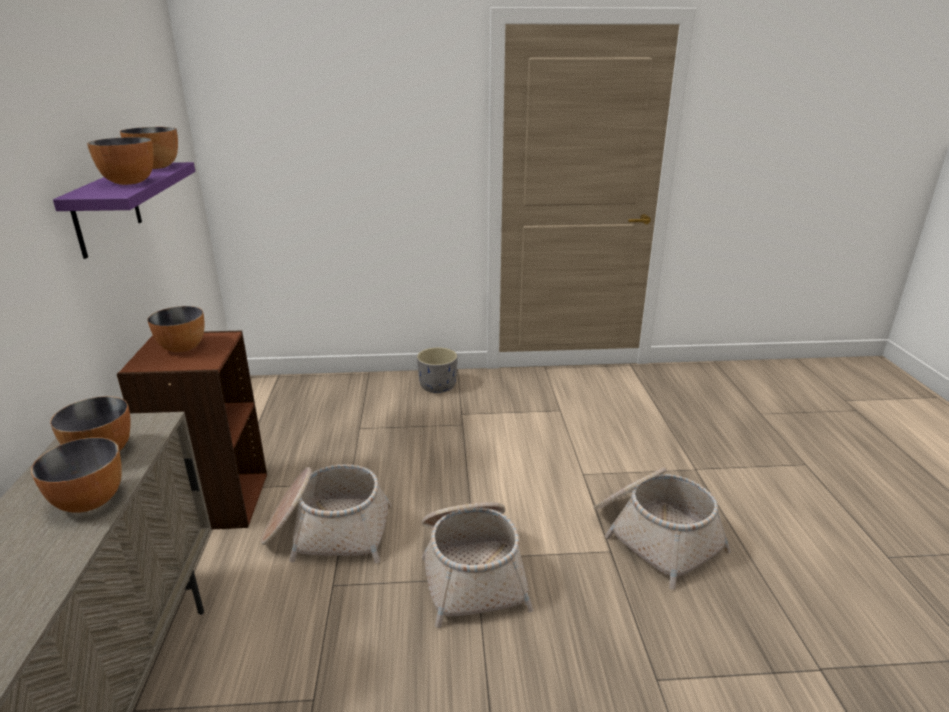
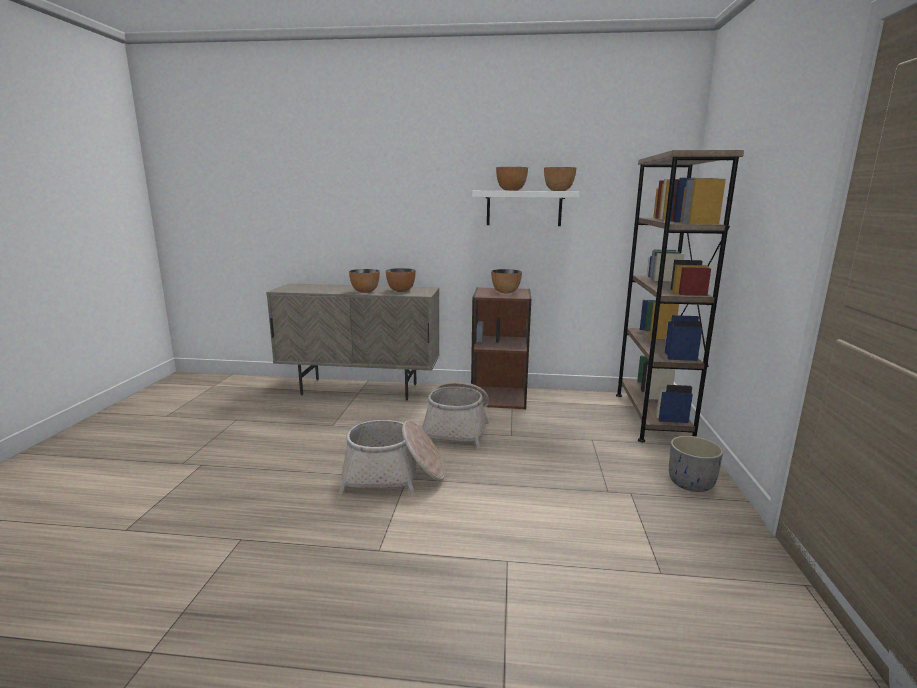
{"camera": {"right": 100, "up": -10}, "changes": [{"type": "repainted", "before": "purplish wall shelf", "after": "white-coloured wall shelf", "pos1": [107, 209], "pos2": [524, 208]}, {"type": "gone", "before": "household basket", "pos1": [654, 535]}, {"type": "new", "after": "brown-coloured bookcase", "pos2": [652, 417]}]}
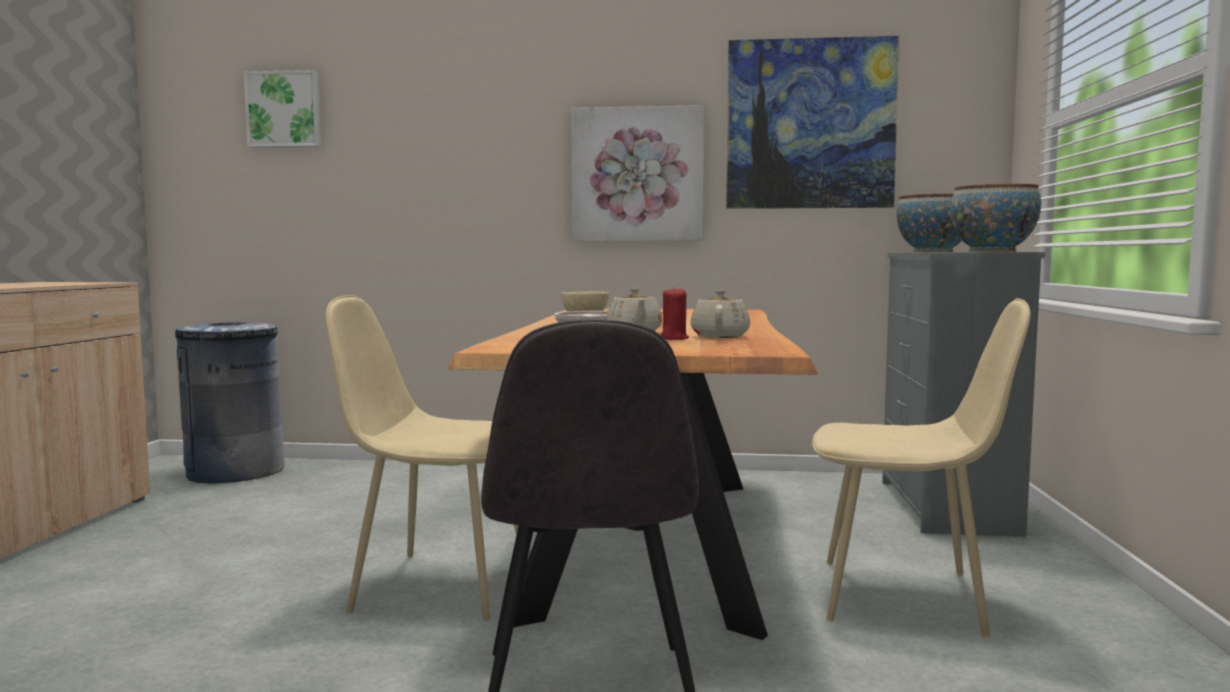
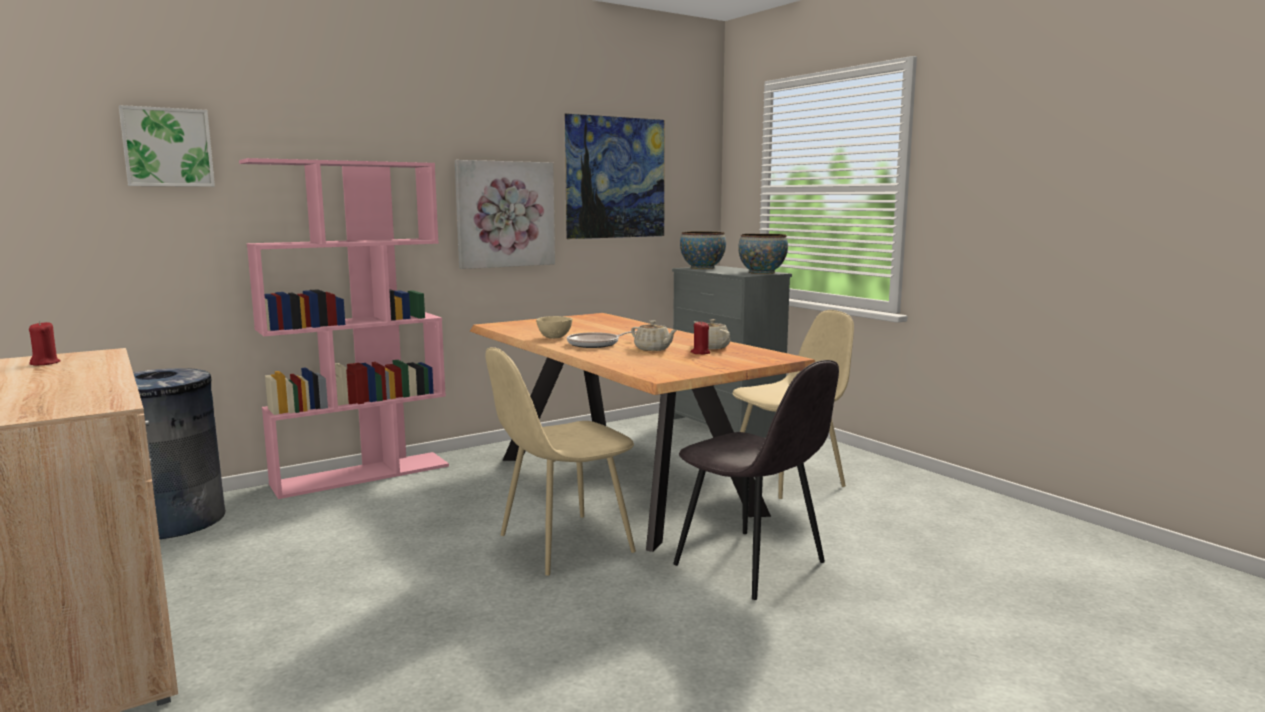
{"camera": {"right": -40, "up": 5}, "changes": [{"type": "new", "after": "reddish wax light", "pos2": [45, 363]}, {"type": "new", "after": "pink bookcase", "pos2": [362, 474]}]}
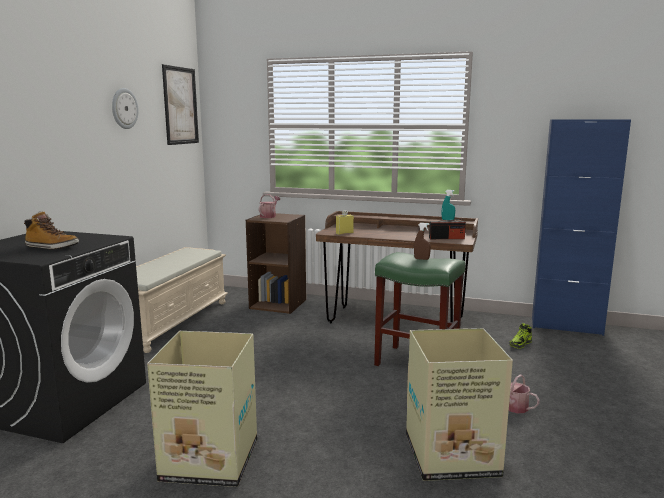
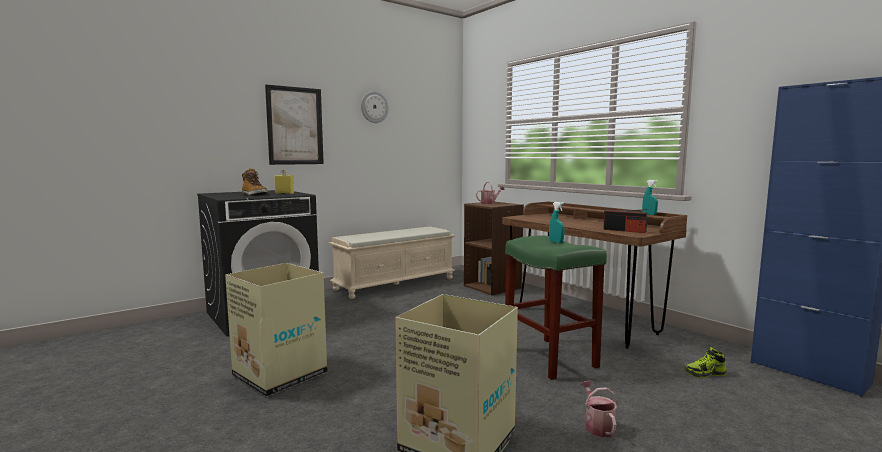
{"camera": {"right": 35, "up": -5}, "changes": [{"type": "shifted", "before": "wall art", "pos1": [180, 106], "pos2": [295, 126]}, {"type": "shifted", "before": "yellow-coloured bottle", "pos1": [344, 233], "pos2": [284, 193]}, {"type": "repainted", "before": "brown-coloured hand sprayer", "after": "turquoise-coloured hand sprayer", "pos1": [421, 259], "pos2": [556, 242]}]}
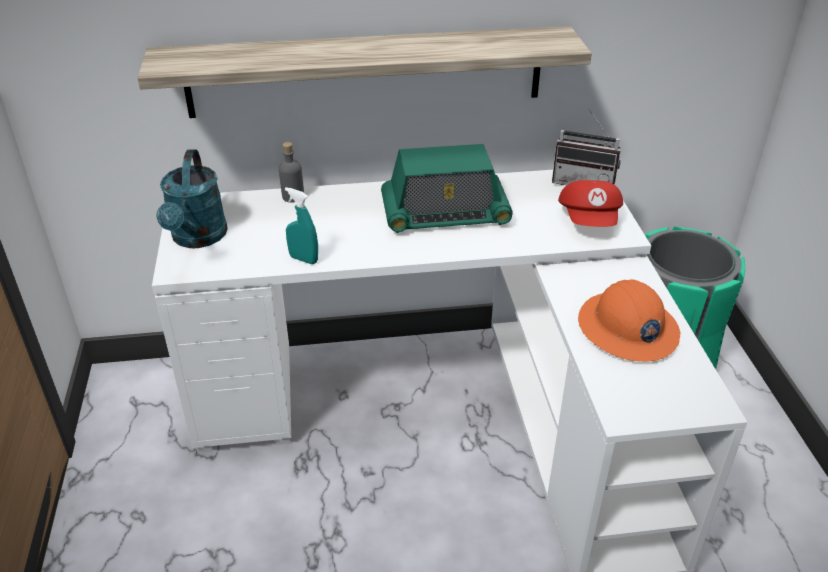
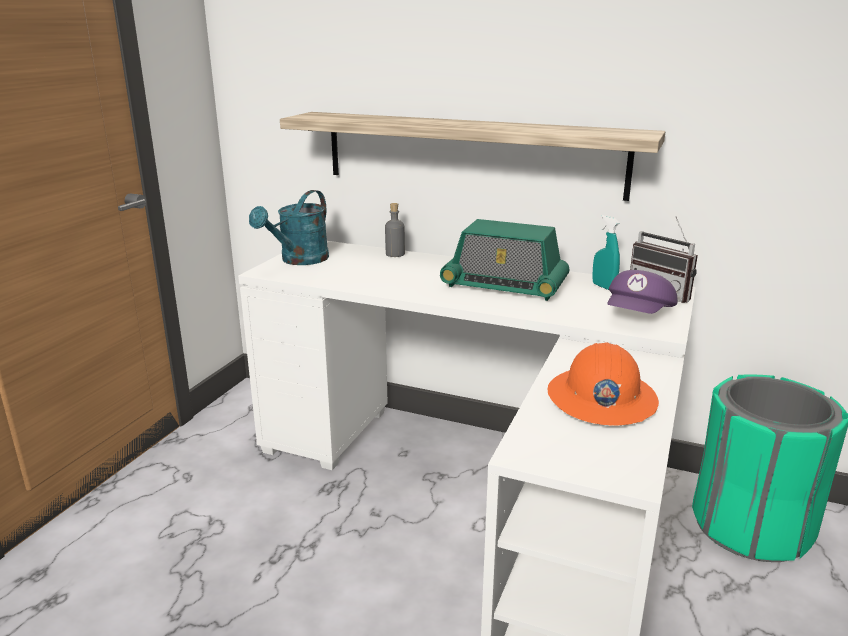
{"camera": {"right": 30, "up": -15}, "changes": [{"type": "shifted", "before": "turquoise-coloured hand sprayer", "pos1": [303, 259], "pos2": [603, 287]}, {"type": "repainted", "before": "reddish peaked cap", "after": "purplish peaked cap", "pos1": [590, 220], "pos2": [639, 315]}]}
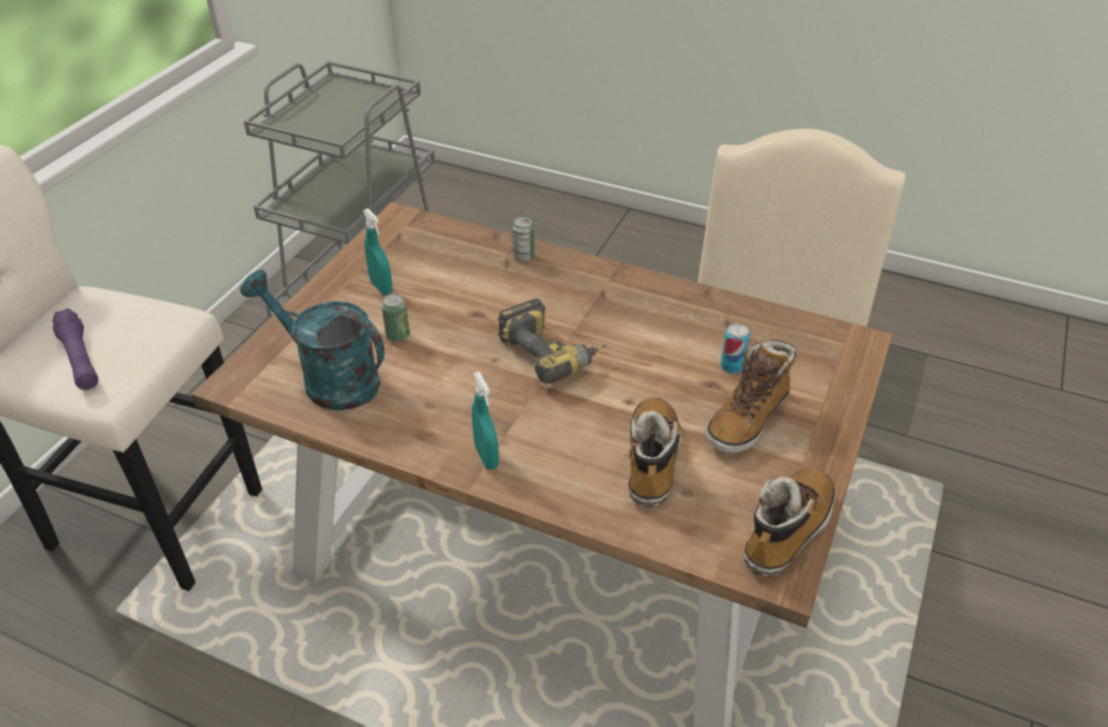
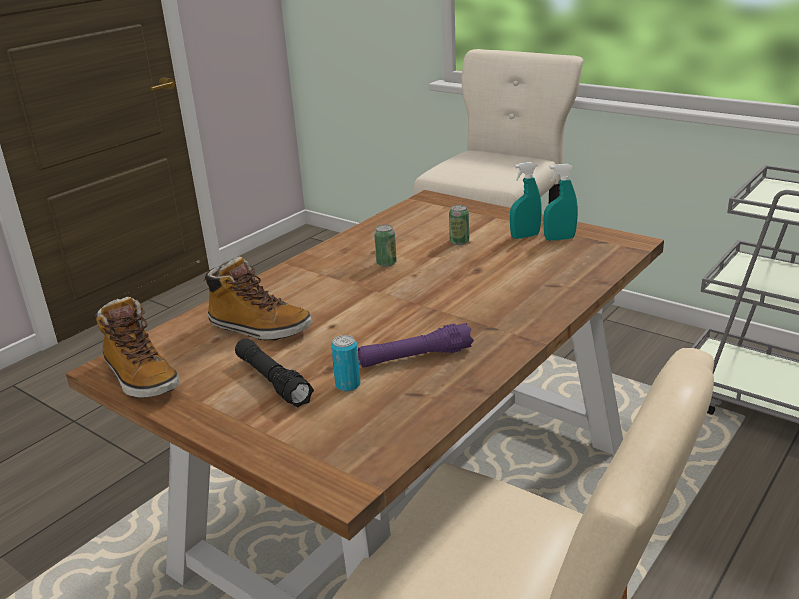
{"camera": {"right": 105, "up": -15}, "changes": [{"type": "shifted", "before": "purplish torch", "pos1": [80, 358], "pos2": [415, 357]}, {"type": "gone", "before": "turquoise-coloured watering pot", "pos1": [329, 379]}, {"type": "shifted", "before": "turquoise-coloured hand sprayer", "pos1": [486, 457], "pos2": [559, 239]}, {"type": "gone", "before": "drill", "pos1": [553, 353]}, {"type": "shifted", "before": "can", "pos1": [523, 256], "pos2": [386, 263]}, {"type": "swapped", "before": "high-top boot", "after": "black-coloured torch", "pos1": [747, 419], "pos2": [272, 381]}]}
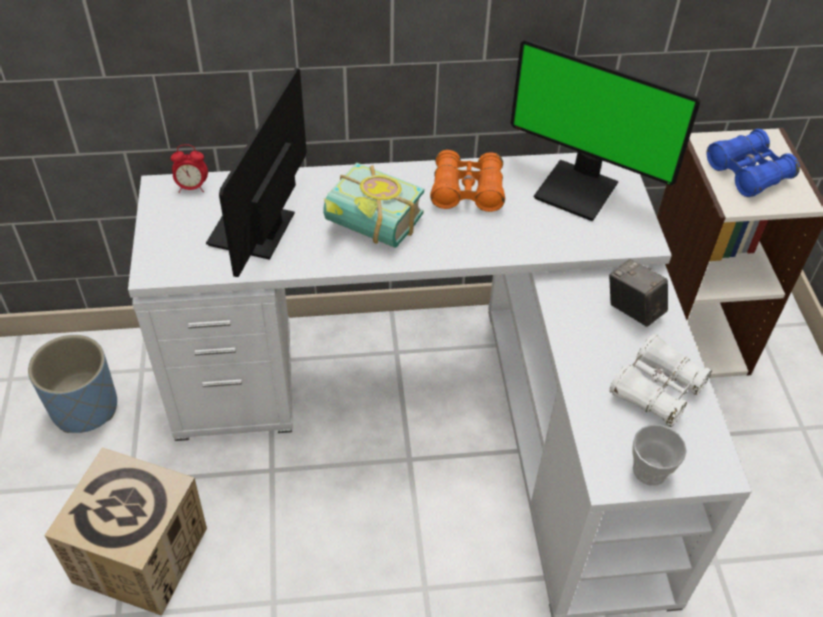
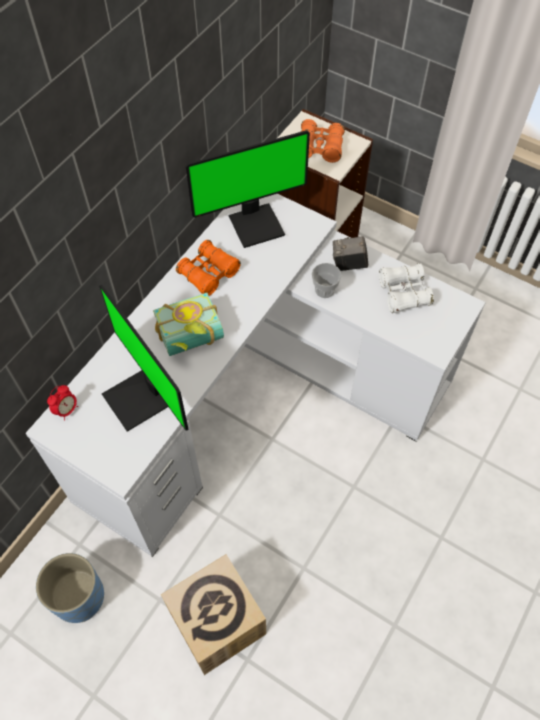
{"camera": {"right": -50, "up": 10}, "changes": [{"type": "shifted", "before": "cup", "pos1": [650, 470], "pos2": [324, 290]}, {"type": "repainted", "before": "bluish field glasses", "after": "orangey field glasses", "pos1": [748, 173], "pos2": [319, 148]}]}
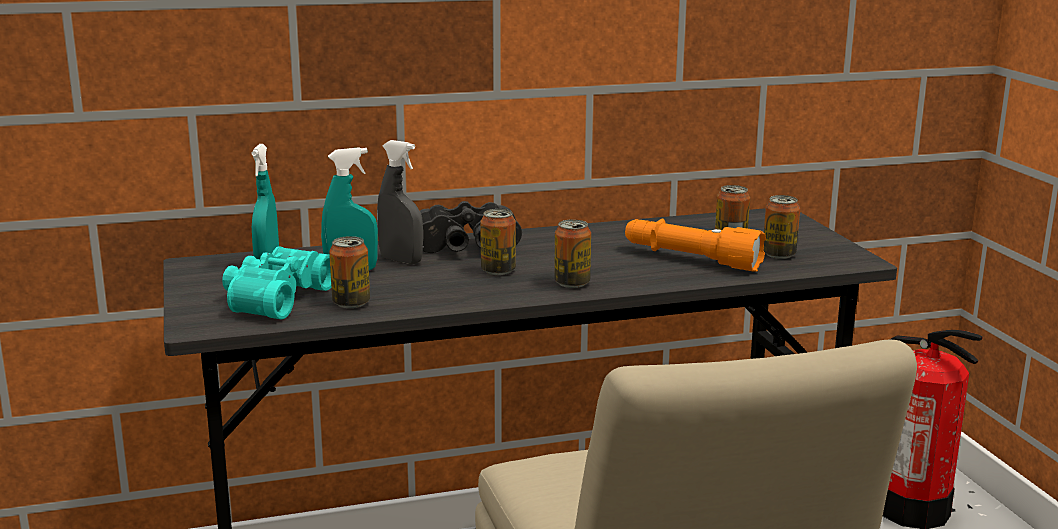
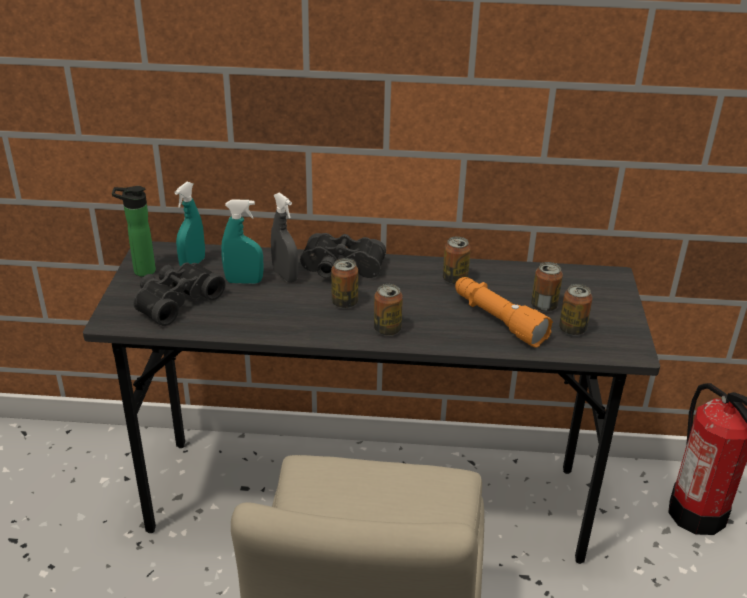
{"camera": {"right": 20, "up": 15}, "changes": [{"type": "repainted", "before": "turquoise-coloured field glasses", "after": "black-coloured field glasses", "pos1": [274, 298], "pos2": [175, 301]}, {"type": "shifted", "before": "can", "pos1": [351, 303], "pos2": [455, 279]}, {"type": "new", "after": "bottle", "pos2": [141, 271]}]}
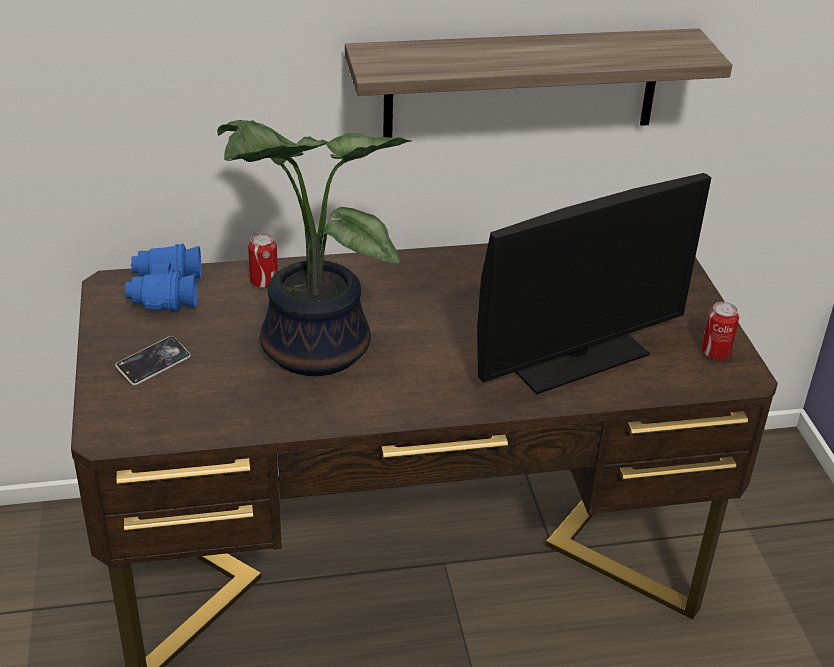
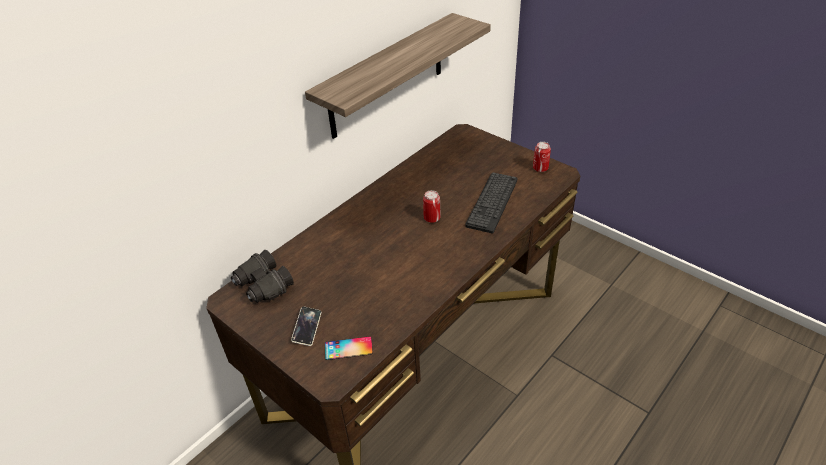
{"camera": {"right": -35, "up": 5}, "changes": [{"type": "repainted", "before": "bluish field glasses", "after": "black-coloured field glasses", "pos1": [165, 292], "pos2": [263, 286]}, {"type": "gone", "before": "plant in a pot", "pos1": [308, 349]}, {"type": "shifted", "before": "can", "pos1": [264, 282], "pos2": [432, 218]}, {"type": "swapped", "before": "computer display", "after": "keyboard", "pos1": [576, 357], "pos2": [492, 202]}, {"type": "new", "after": "handset", "pos2": [348, 348]}]}
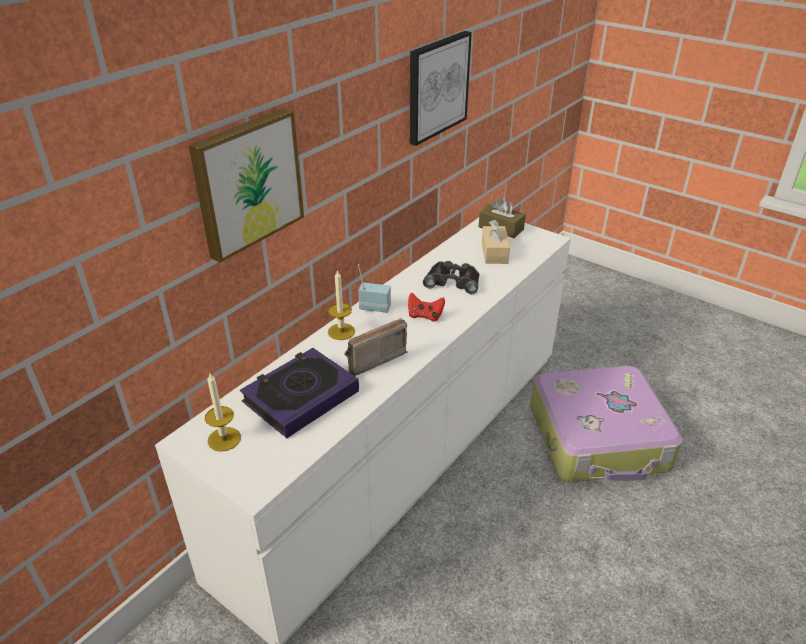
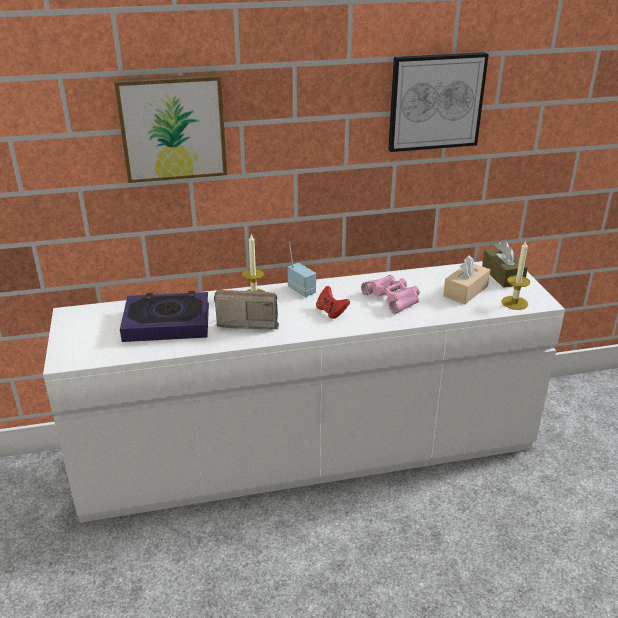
{"camera": {"right": 40, "up": -5}, "changes": [{"type": "shifted", "before": "wax light", "pos1": [224, 439], "pos2": [514, 303]}, {"type": "repainted", "before": "black-coloured field glasses", "after": "pink field glasses", "pos1": [453, 281], "pos2": [393, 297]}, {"type": "gone", "before": "piece of luggage", "pos1": [599, 438]}]}
